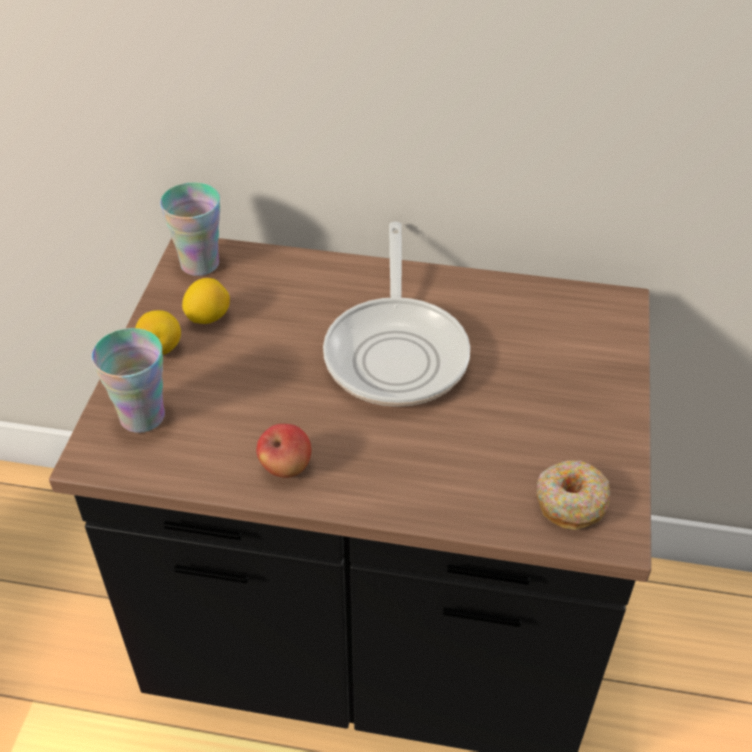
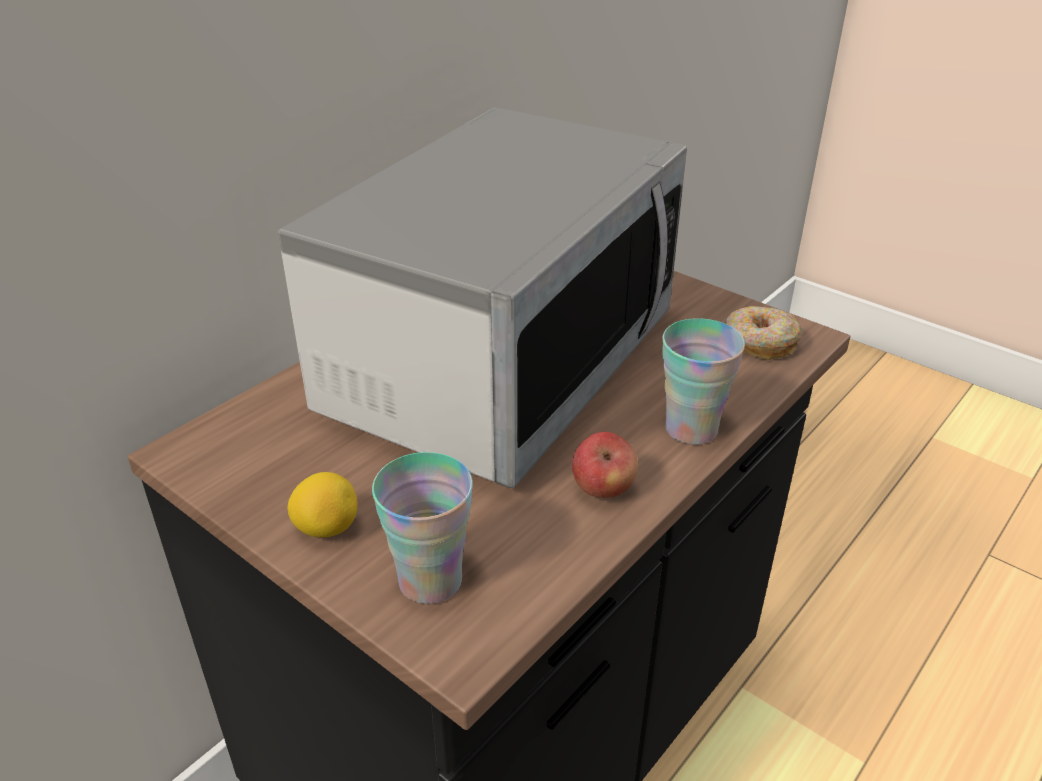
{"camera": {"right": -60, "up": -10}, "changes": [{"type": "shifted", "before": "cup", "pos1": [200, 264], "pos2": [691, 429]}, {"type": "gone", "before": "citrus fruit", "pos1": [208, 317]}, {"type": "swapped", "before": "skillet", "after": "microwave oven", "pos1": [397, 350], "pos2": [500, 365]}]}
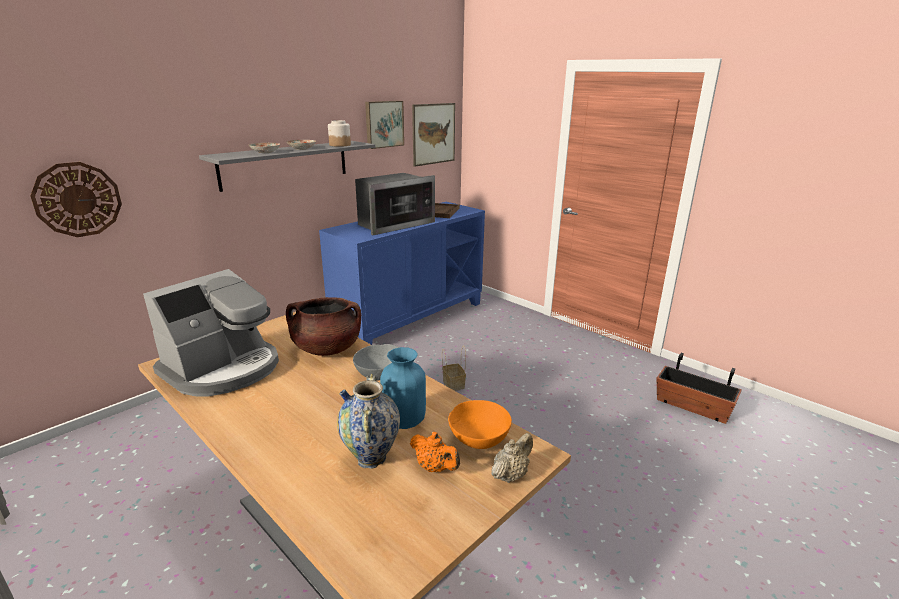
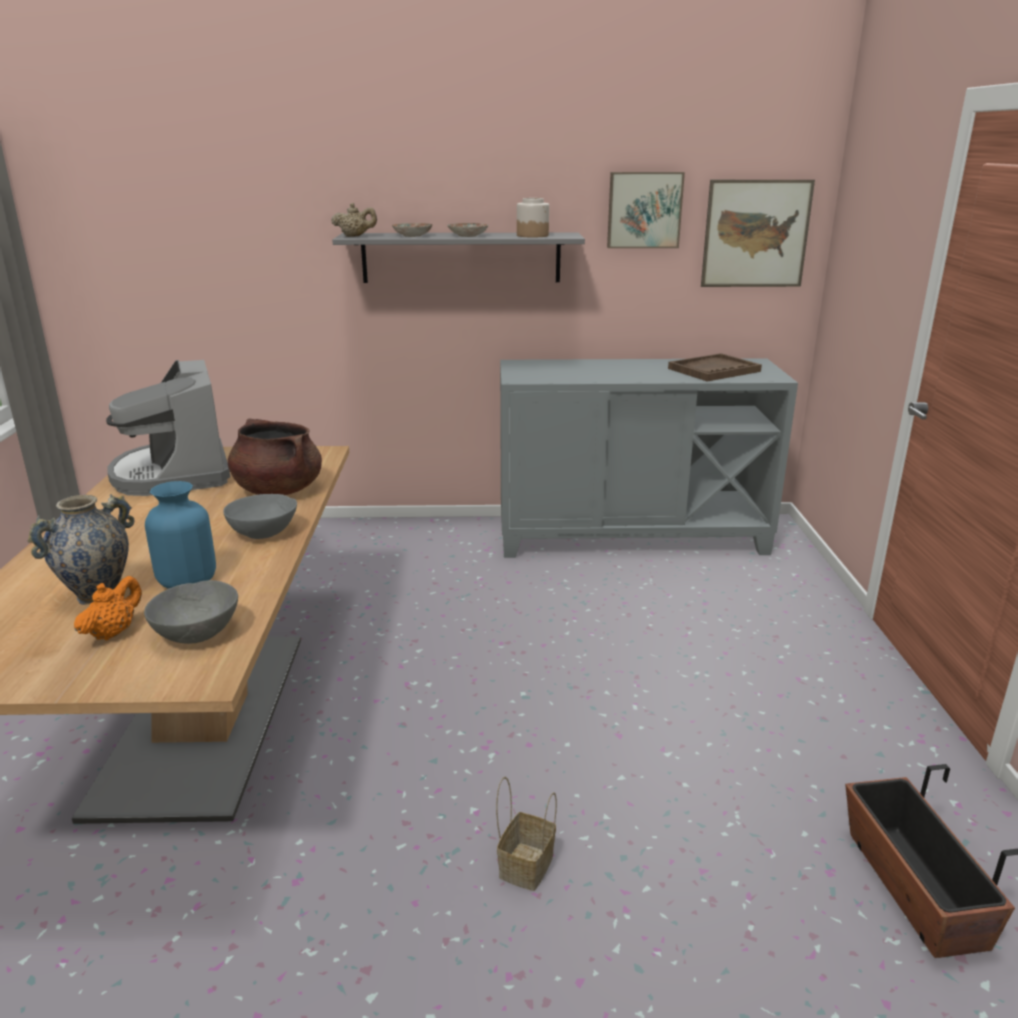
{"camera": {"right": 45, "up": 0}, "changes": [{"type": "gone", "before": "wall clock", "pos1": [78, 199]}, {"type": "rotated", "before": "coffee maker", "pos1": [223, 369], "pos2": [174, 474], "turn": 75}, {"type": "repainted", "before": "bluish cabinet", "after": "gray cabinet", "pos1": [409, 318], "pos2": [631, 536]}, {"type": "gone", "before": "microwave oven", "pos1": [393, 224]}, {"type": "rotated", "before": "orangey tea pot", "pos1": [435, 468], "pos2": [113, 632], "turn": -150}, {"type": "shifted", "before": "household basket", "pos1": [453, 384], "pos2": [526, 864]}, {"type": "repainted", "before": "orangey deep dish", "after": "gray deep dish", "pos1": [479, 439], "pos2": [196, 633]}, {"type": "shifted", "before": "sand-coloured tea pot", "pos1": [510, 474], "pos2": [355, 236]}]}
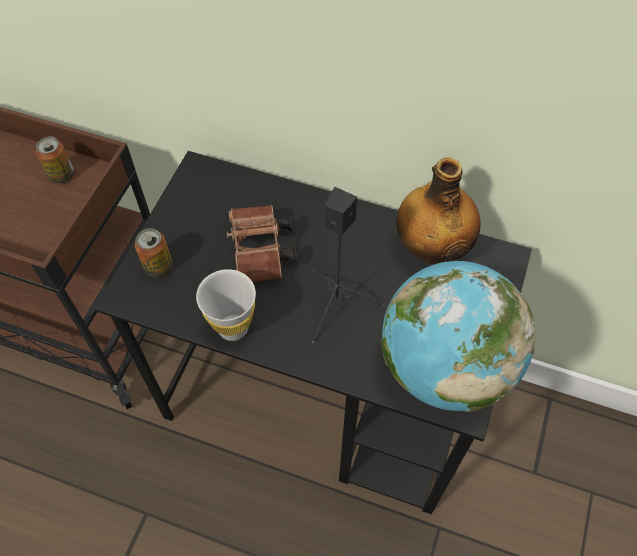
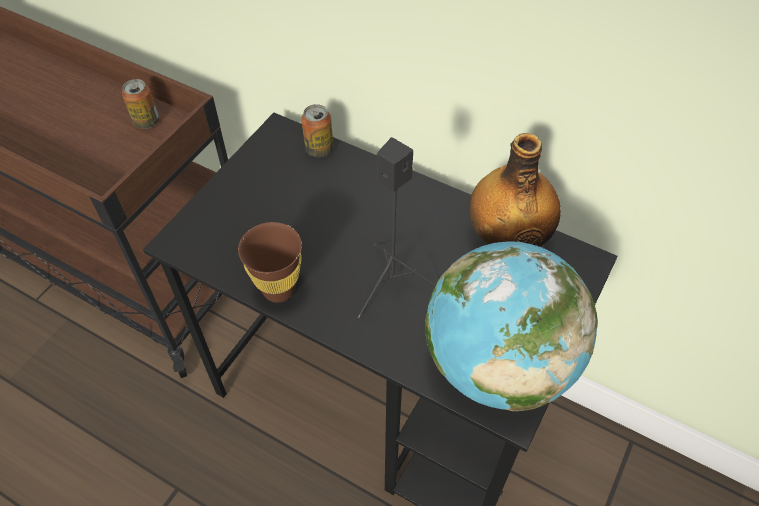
{"camera": {"right": 10, "up": -5}, "changes": [{"type": "shifted", "before": "can", "pos1": [158, 267], "pos2": [319, 149]}, {"type": "repainted", "before": "white-coloured cup", "after": "brown-coloured cup", "pos1": [233, 328], "pos2": [278, 289]}, {"type": "gone", "before": "brown-coloured field glasses", "pos1": [261, 253]}]}
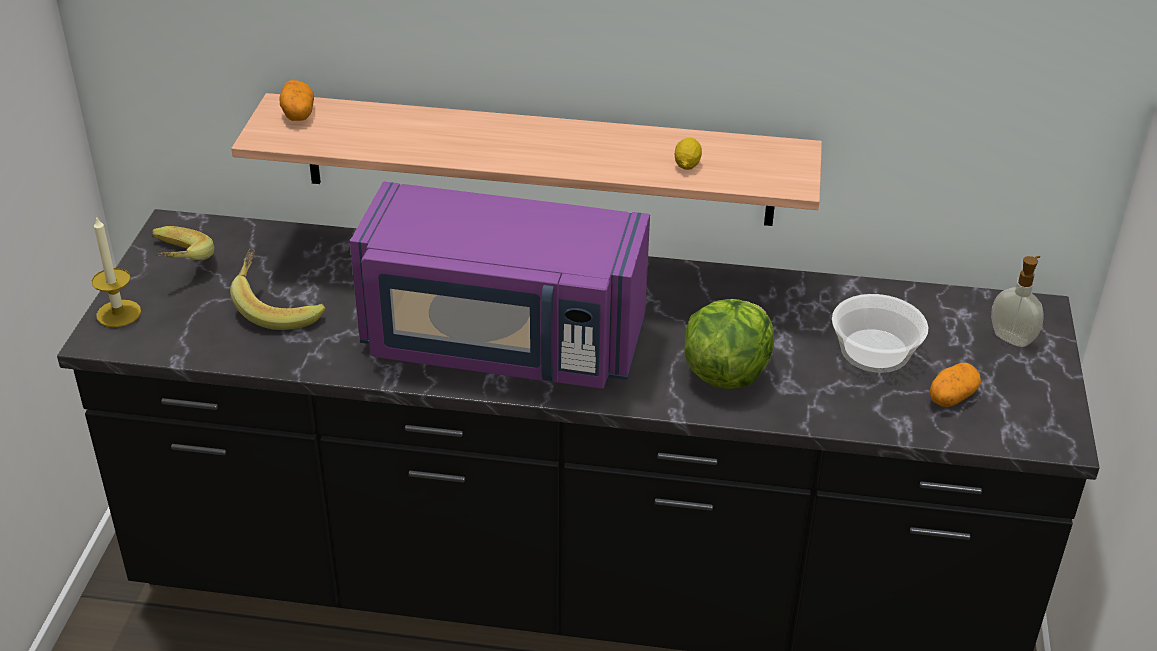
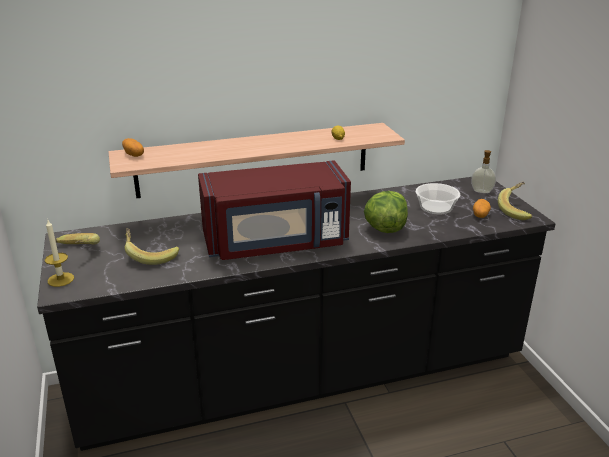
{"camera": {"right": -25, "up": -10}, "changes": [{"type": "repainted", "before": "purplish microwave oven", "after": "reddish microwave oven", "pos1": [502, 344], "pos2": [276, 243]}, {"type": "new", "after": "banana", "pos2": [517, 210]}]}
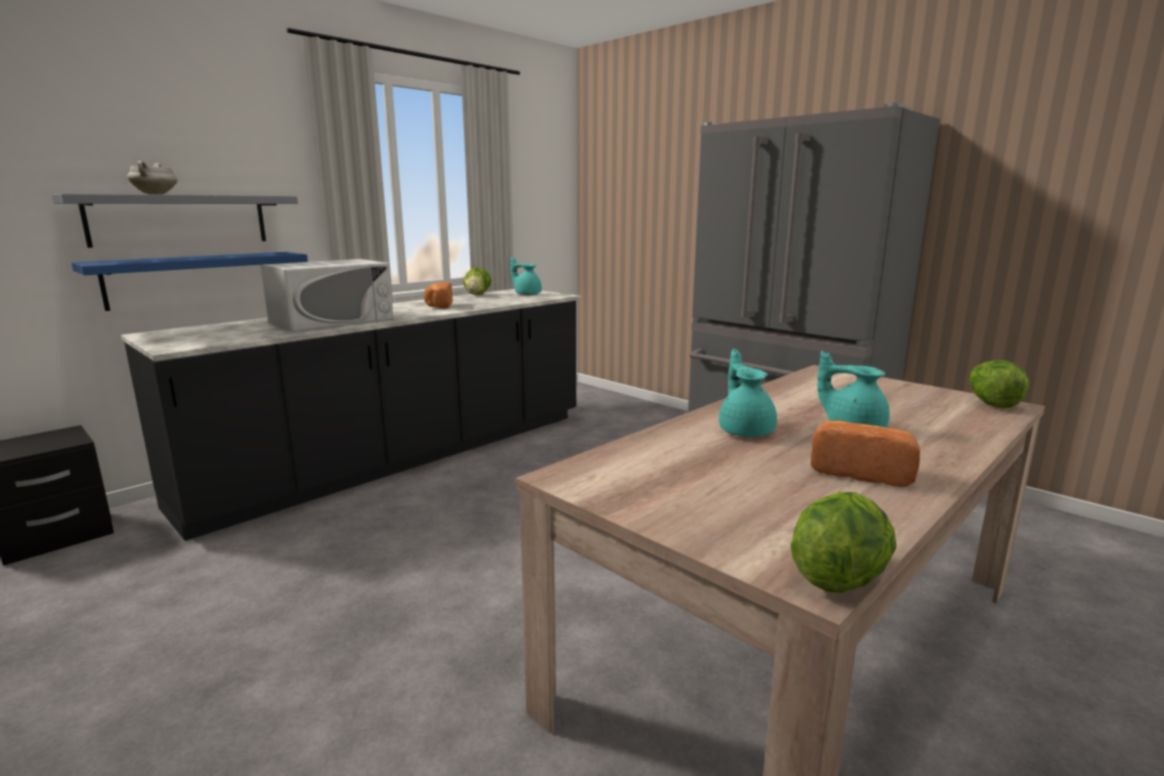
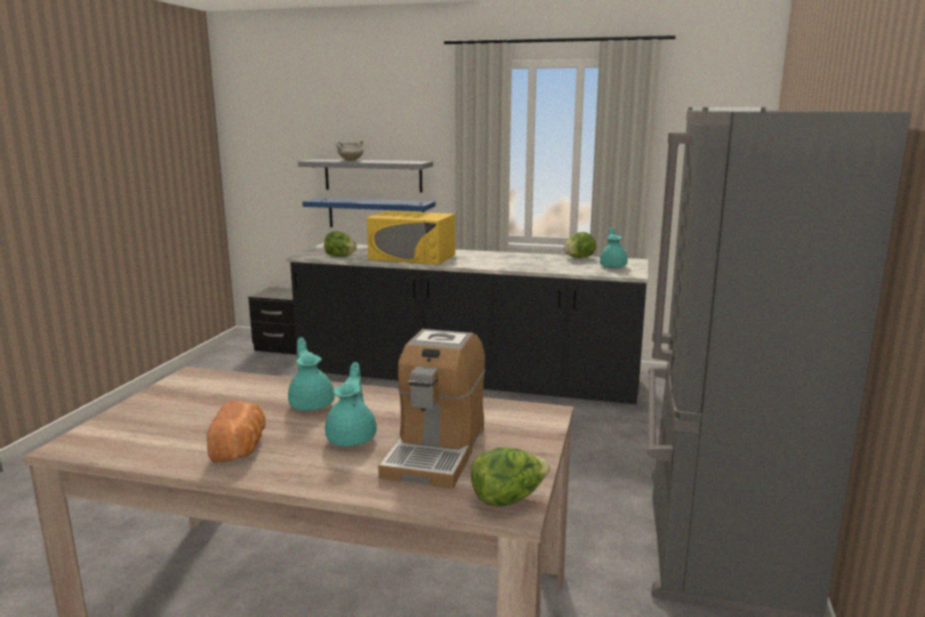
{"camera": {"right": 60, "up": 0}, "changes": [{"type": "repainted", "before": "white-coloured microwave oven", "after": "yellow-coloured microwave oven", "pos1": [332, 321], "pos2": [412, 257]}, {"type": "gone", "before": "bakery bread", "pos1": [438, 306]}, {"type": "rotated", "before": "turquoise-coloured tea pot", "pos1": [745, 430], "pos2": [312, 404], "turn": -75}, {"type": "shifted", "before": "head of lettuce", "pos1": [838, 578], "pos2": [340, 256]}, {"type": "new", "after": "coffee maker", "pos2": [436, 451]}]}
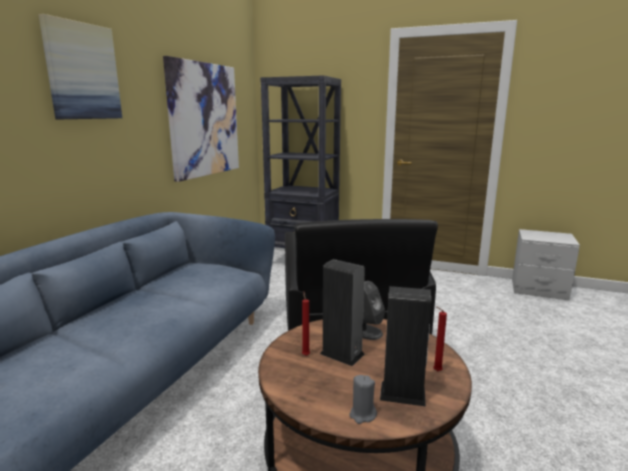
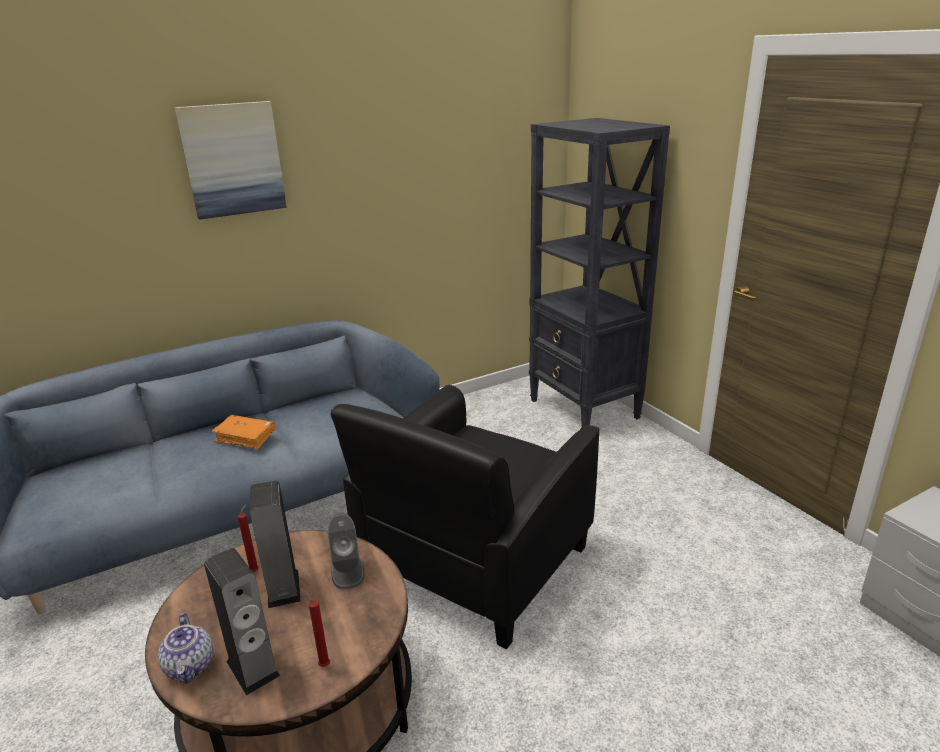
{"camera": {"right": 40, "up": 10}, "changes": [{"type": "gone", "before": "wall art", "pos1": [204, 120]}, {"type": "swapped", "before": "gray wax light", "after": "tea pot", "pos1": [362, 415], "pos2": [191, 666]}, {"type": "new", "after": "orangey bound book", "pos2": [246, 437]}]}
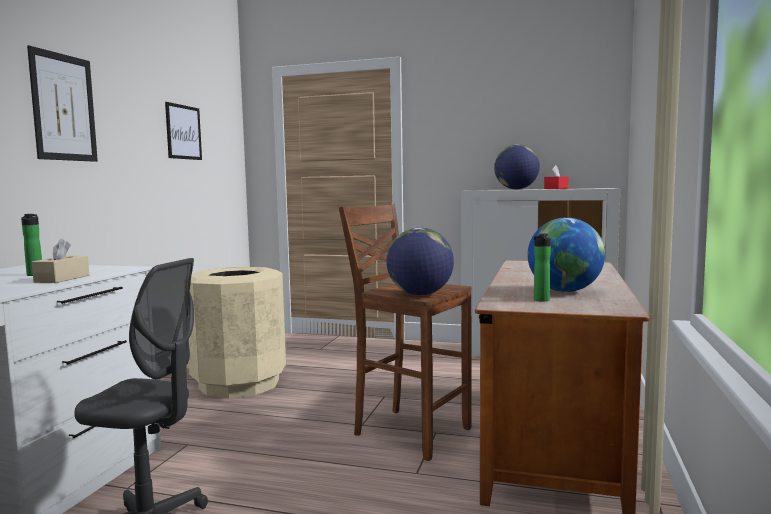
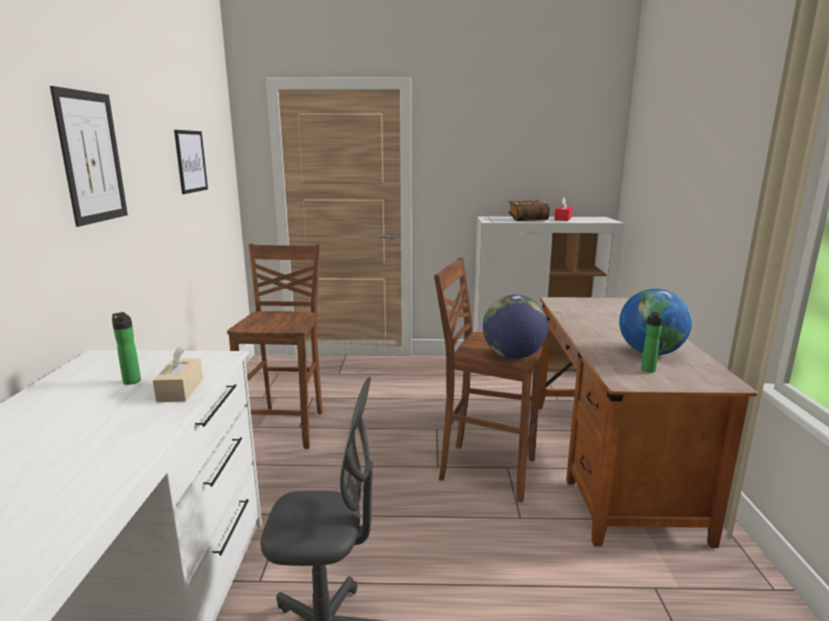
{"camera": {"right": -15, "up": 10}, "changes": [{"type": "swapped", "before": "sand-coloured trash can", "after": "brown-coloured stool seat", "pos1": [240, 383], "pos2": [287, 427]}, {"type": "swapped", "before": "world globe", "after": "bound book", "pos1": [516, 189], "pos2": [528, 219]}]}
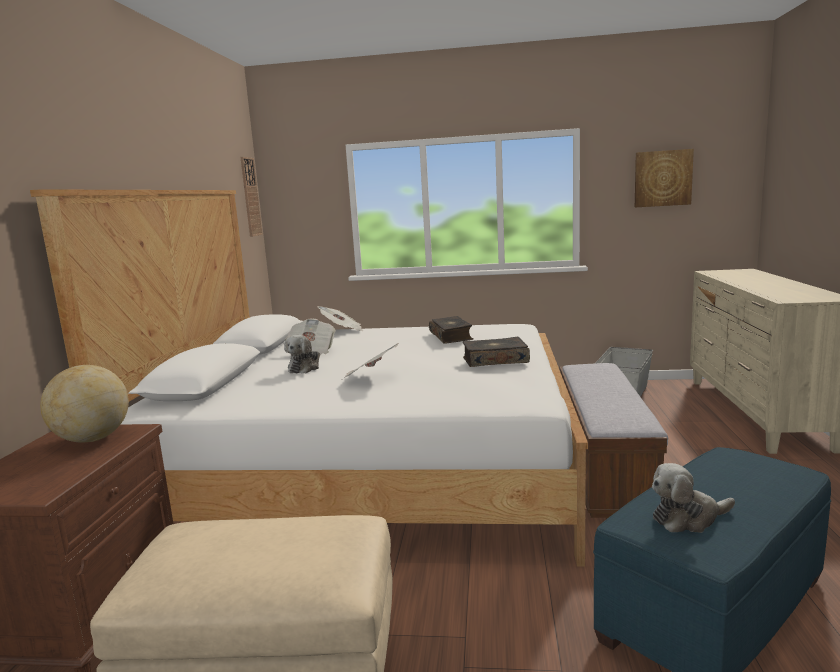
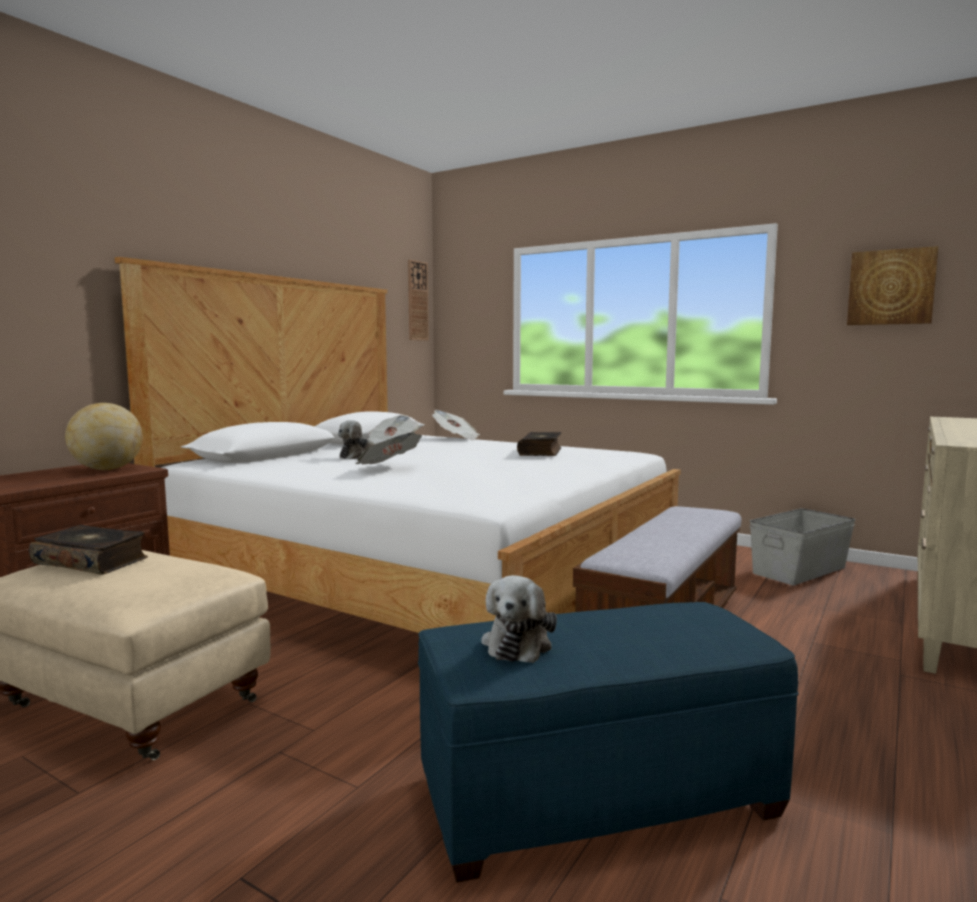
{"camera": {"right": 25, "up": -5}, "changes": [{"type": "shifted", "before": "bound book", "pos1": [495, 360], "pos2": [92, 561]}, {"type": "rotated", "before": "plush toy", "pos1": [688, 518], "pos2": [518, 643], "turn": -90}]}
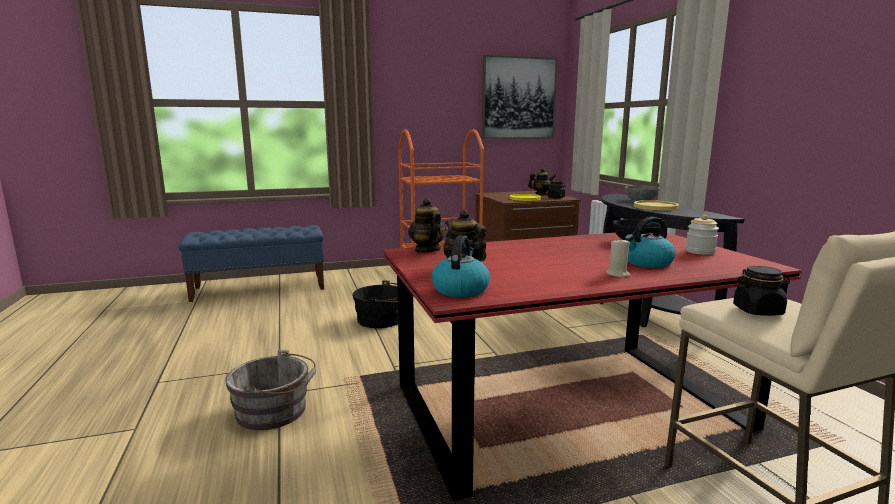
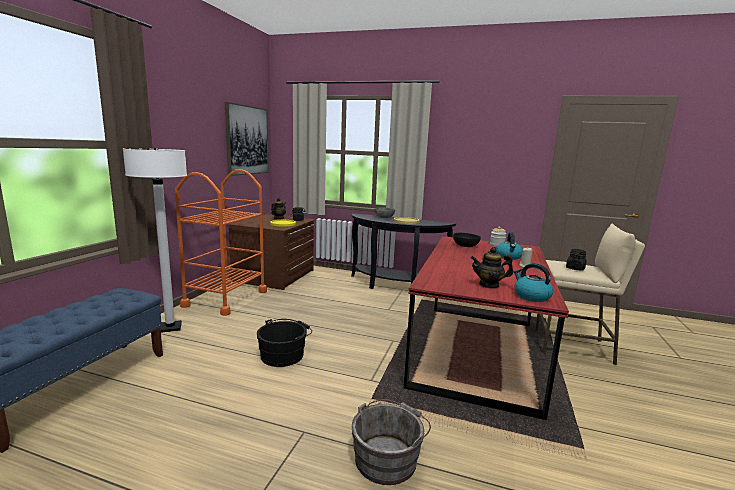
{"camera": {"right": -55, "up": 0}, "changes": [{"type": "gone", "before": "tea pot", "pos1": [427, 250]}, {"type": "new", "after": "white-coloured standard lamp", "pos2": [170, 327]}]}
